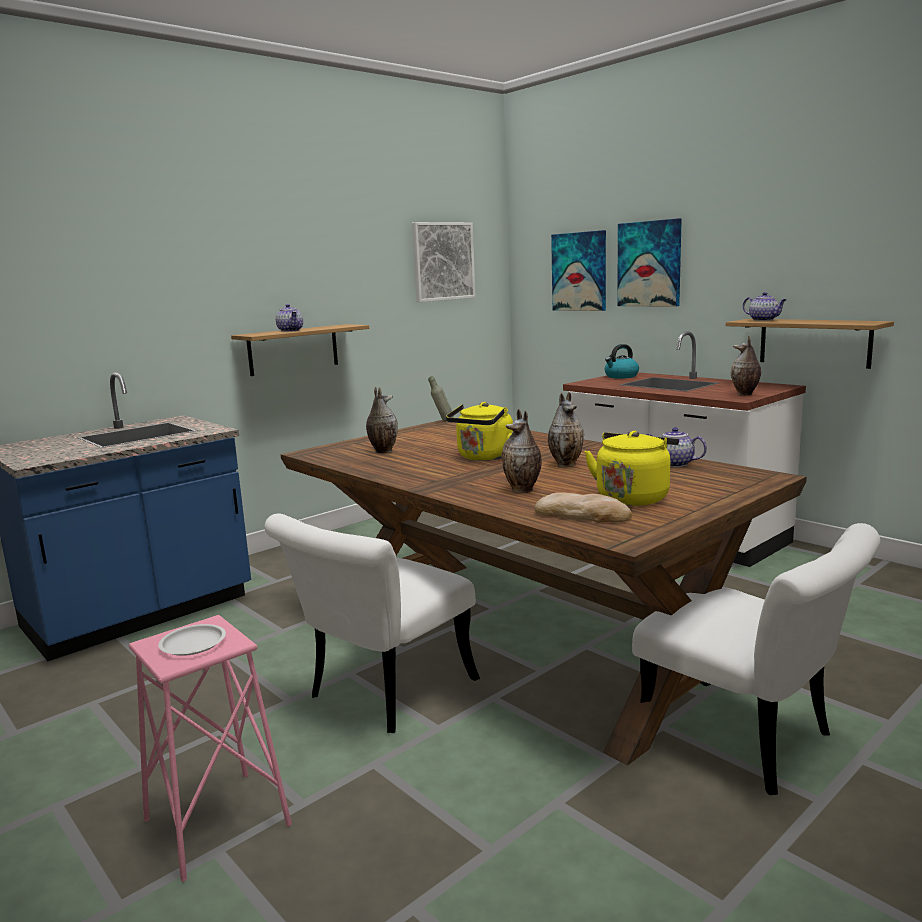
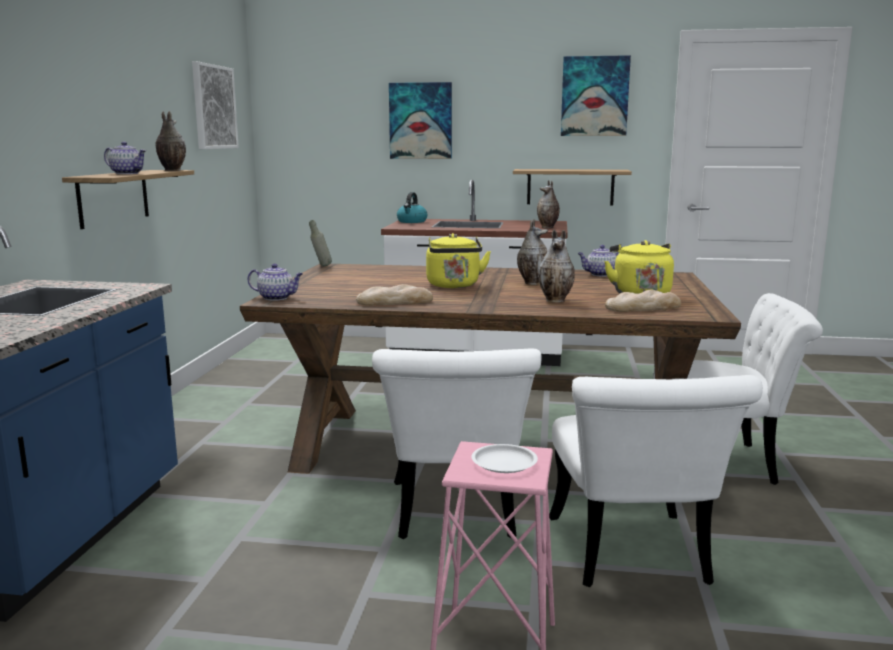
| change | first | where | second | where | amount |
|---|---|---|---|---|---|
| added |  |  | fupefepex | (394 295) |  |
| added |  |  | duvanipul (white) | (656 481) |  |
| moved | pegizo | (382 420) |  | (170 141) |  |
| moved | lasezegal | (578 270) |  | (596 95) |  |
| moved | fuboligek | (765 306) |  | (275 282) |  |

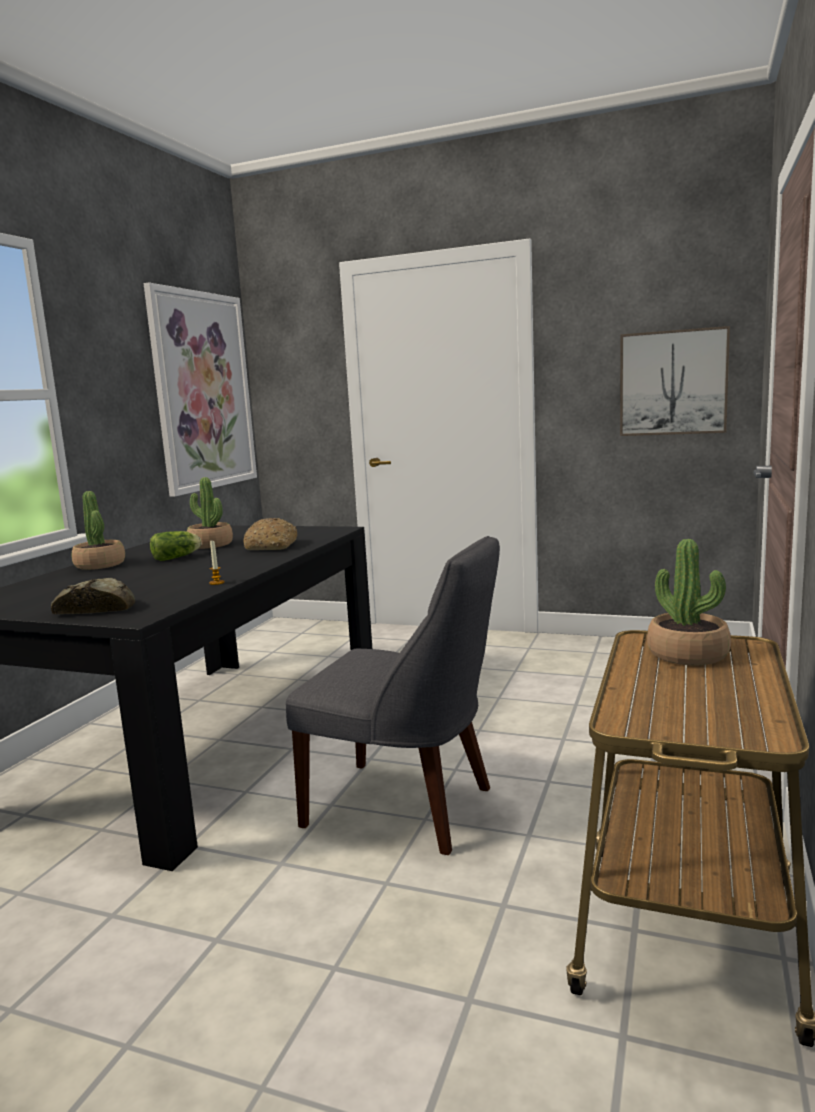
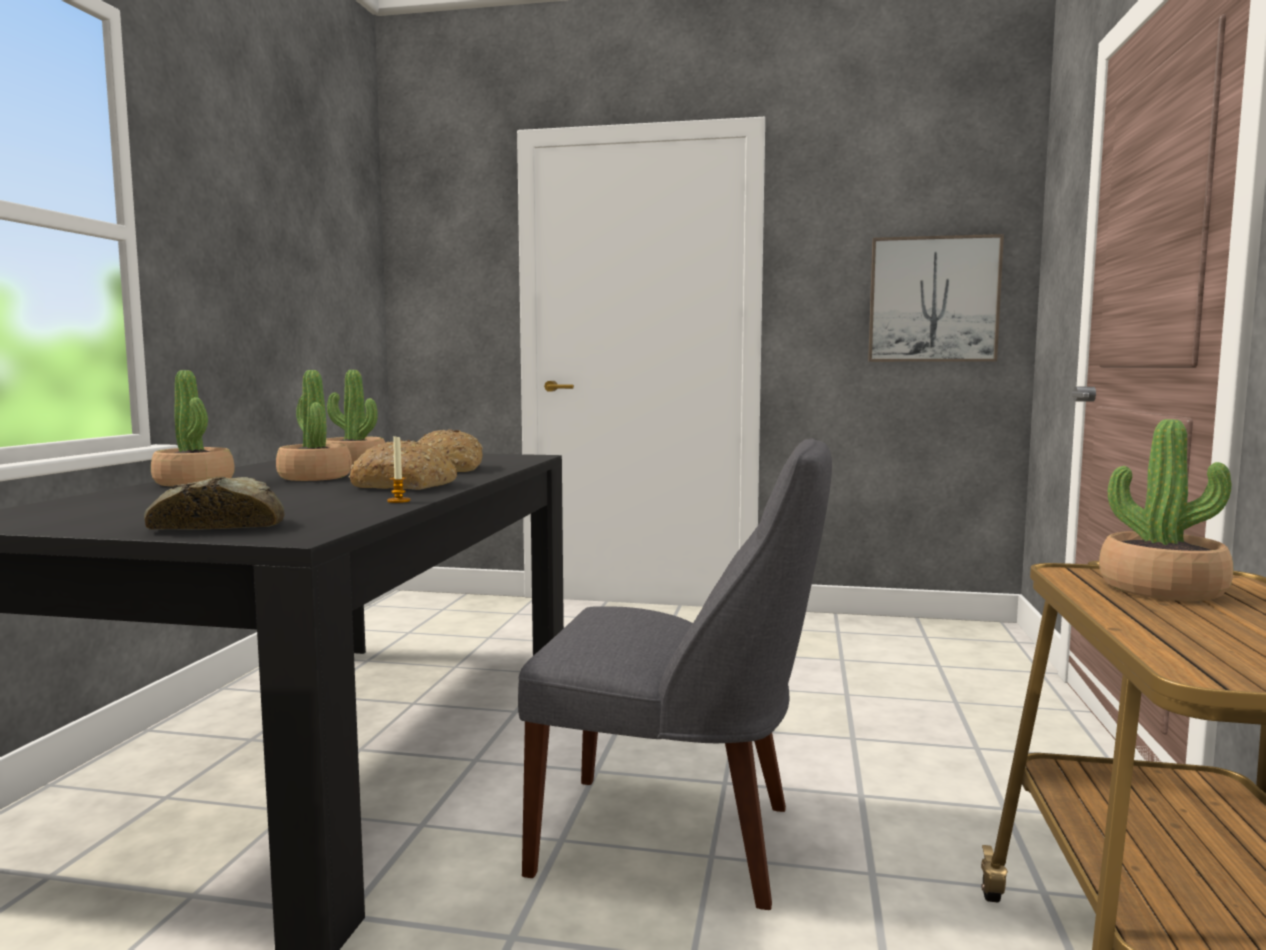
| change | first | where | second | where | amount |
|---|---|---|---|---|---|
| removed | lasezegal | (200 390) |  |  |  |
| added |  |  | fupefepex | (402 465) |  |
| replaced | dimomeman | (176 546) | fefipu | (314 425) |  |

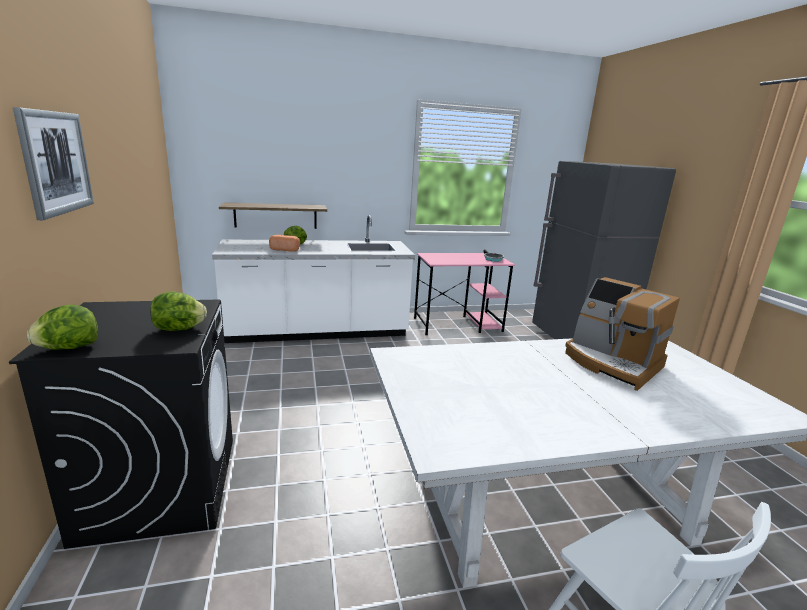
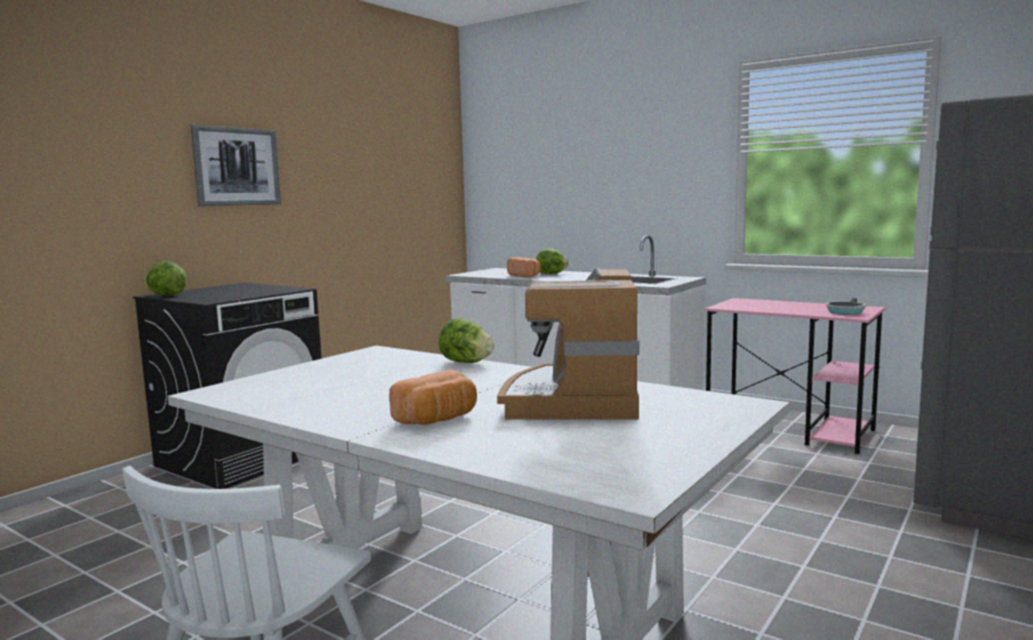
| change | first | where | second | where | amount |
|---|---|---|---|---|---|
| removed | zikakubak | (273 216) |  |  |  |
| added |  |  | fupefepex | (433 397) |  |
| moved | dimomeman | (178 311) |  | (466 340) |  |

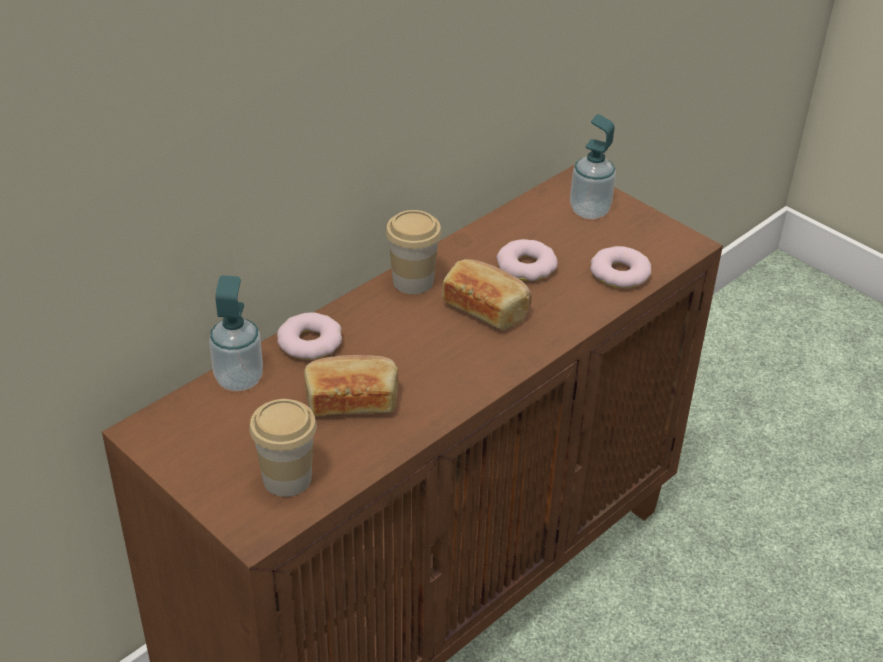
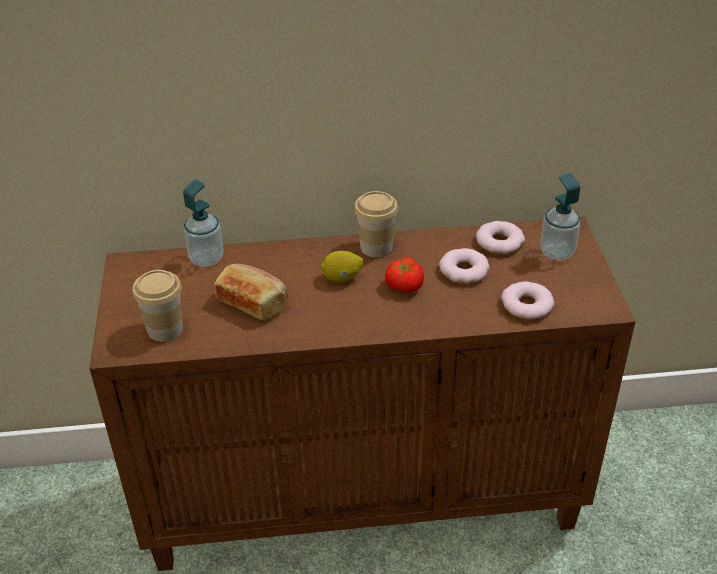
| change | first | where | second | where | amount |
|---|---|---|---|---|---|
| added |  |  | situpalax | (342 266) |  |
| moved | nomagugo | (309 336) |  | (500 237) |  |
| replaced | fupefepex | (487 294) | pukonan | (404 274) |  |

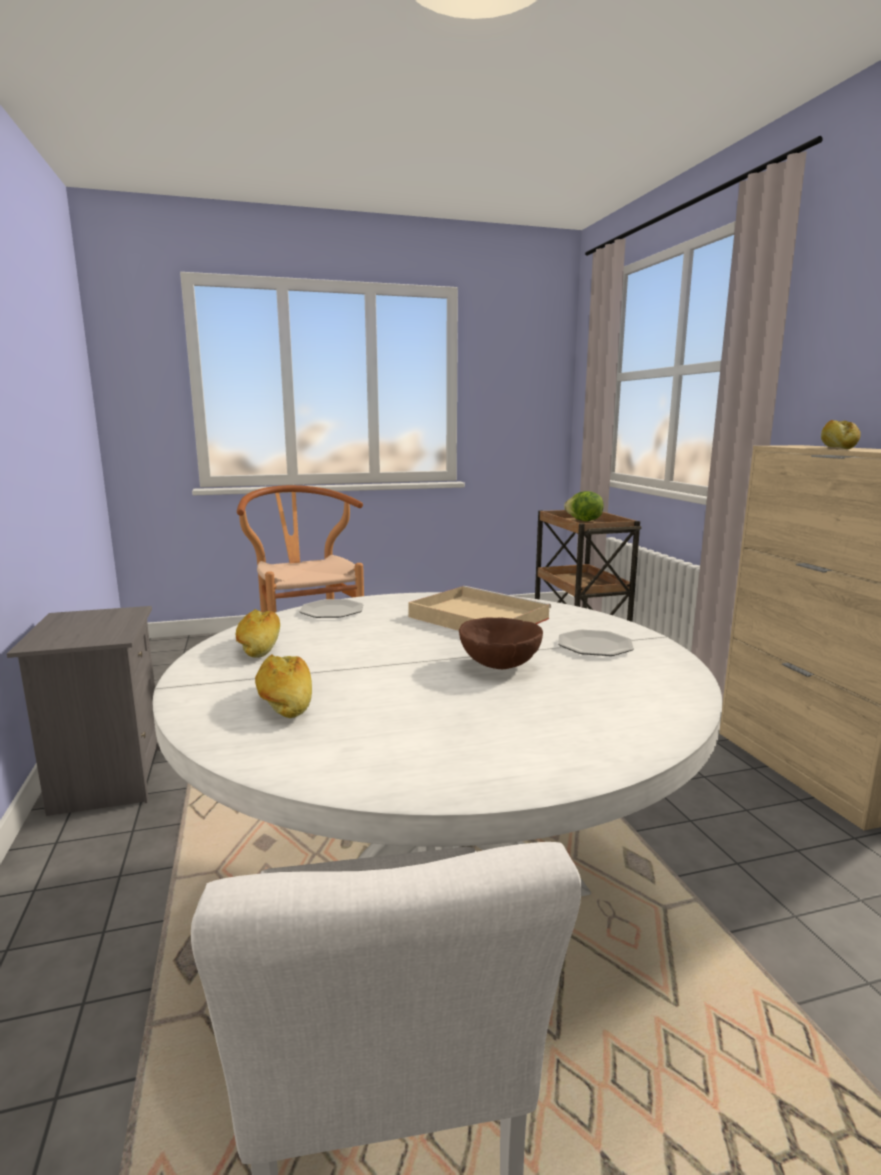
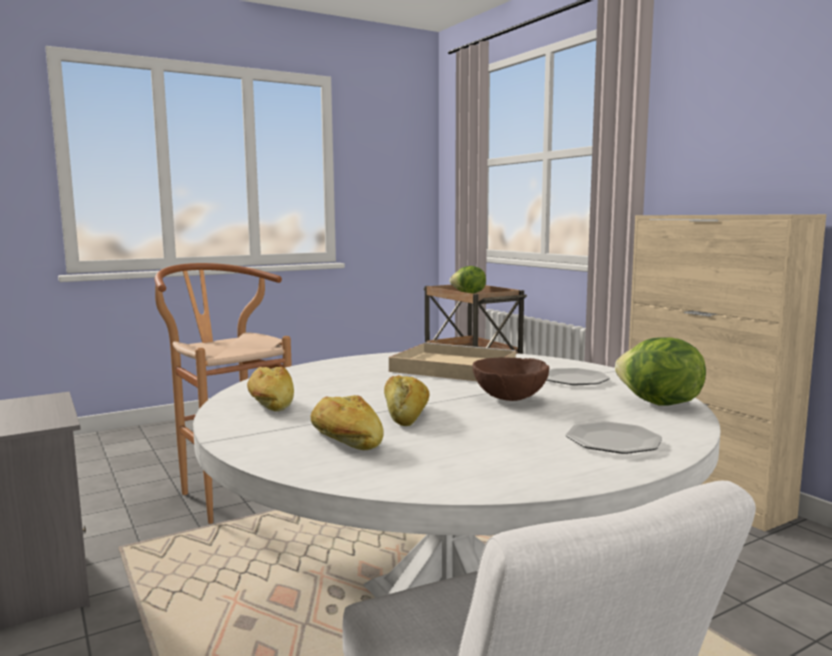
| change | first | where | second | where | amount |
|---|---|---|---|---|---|
| added |  |  | dimomeman | (660 371) |  |
| moved | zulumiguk | (331 608) |  | (614 437) |  |
| moved | fupefepex | (841 434) |  | (406 400) |  |

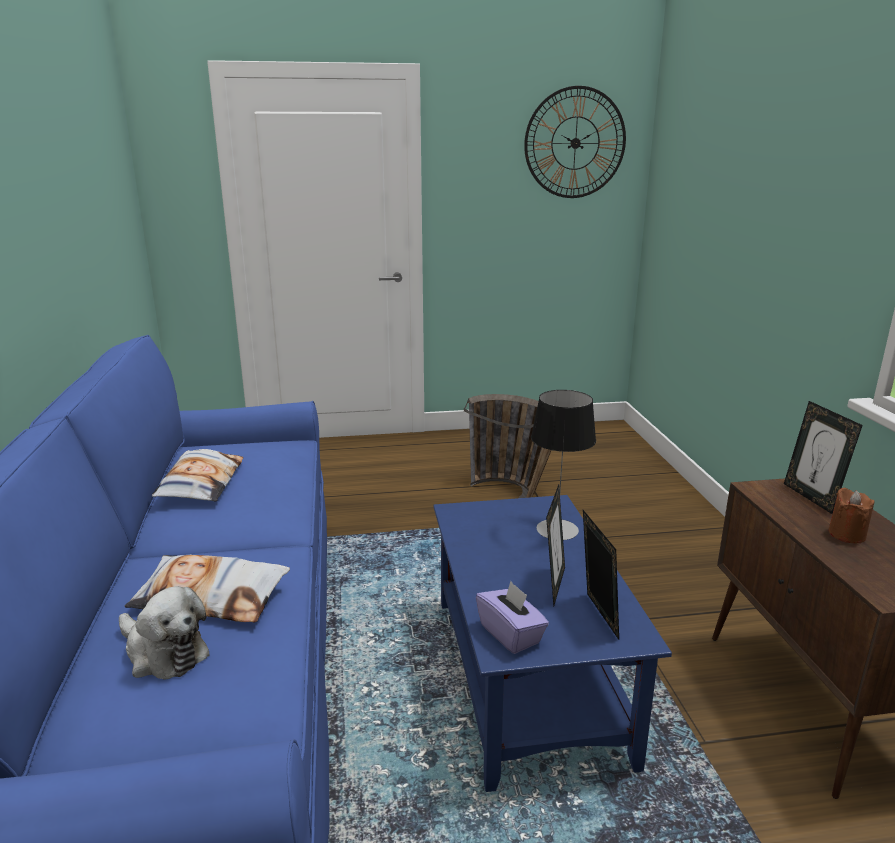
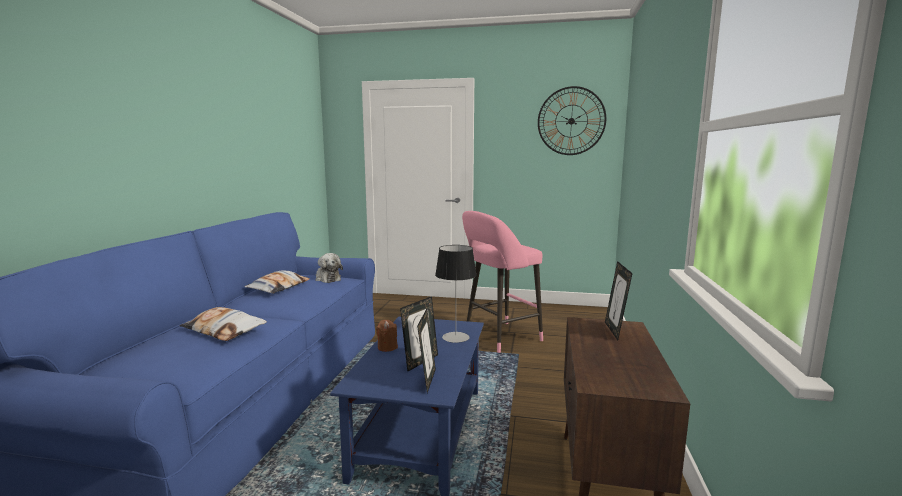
| change | first | where | second | where | amount |
|---|---|---|---|---|---|
| removed | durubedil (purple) | (512 617) |  |  |  |
| moved | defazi | (164 633) |  | (329 268) |  |
| moved | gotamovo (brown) | (851 515) |  | (387 336) |  |
| replaced | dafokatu | (507 446) | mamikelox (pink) | (502 282) |  |

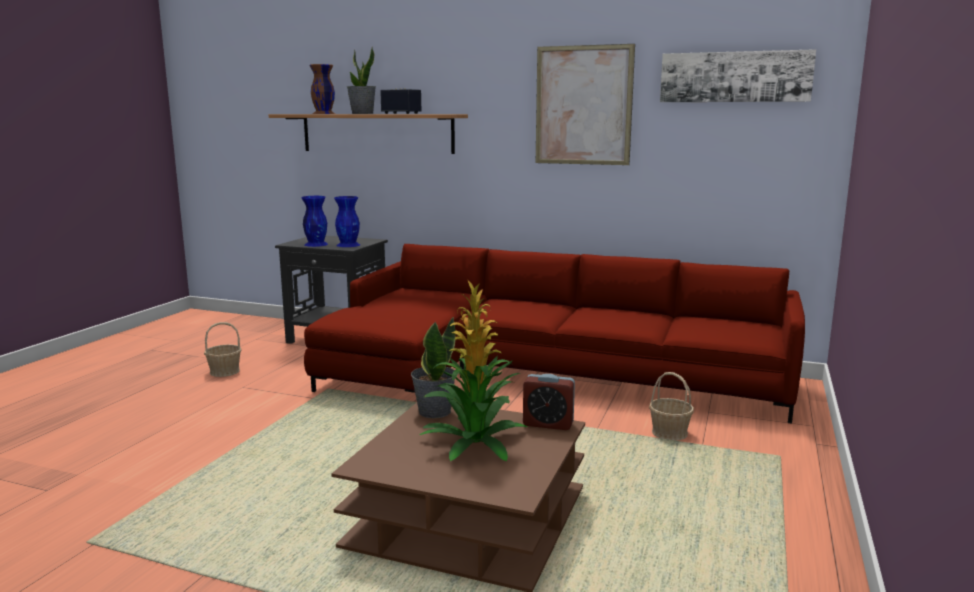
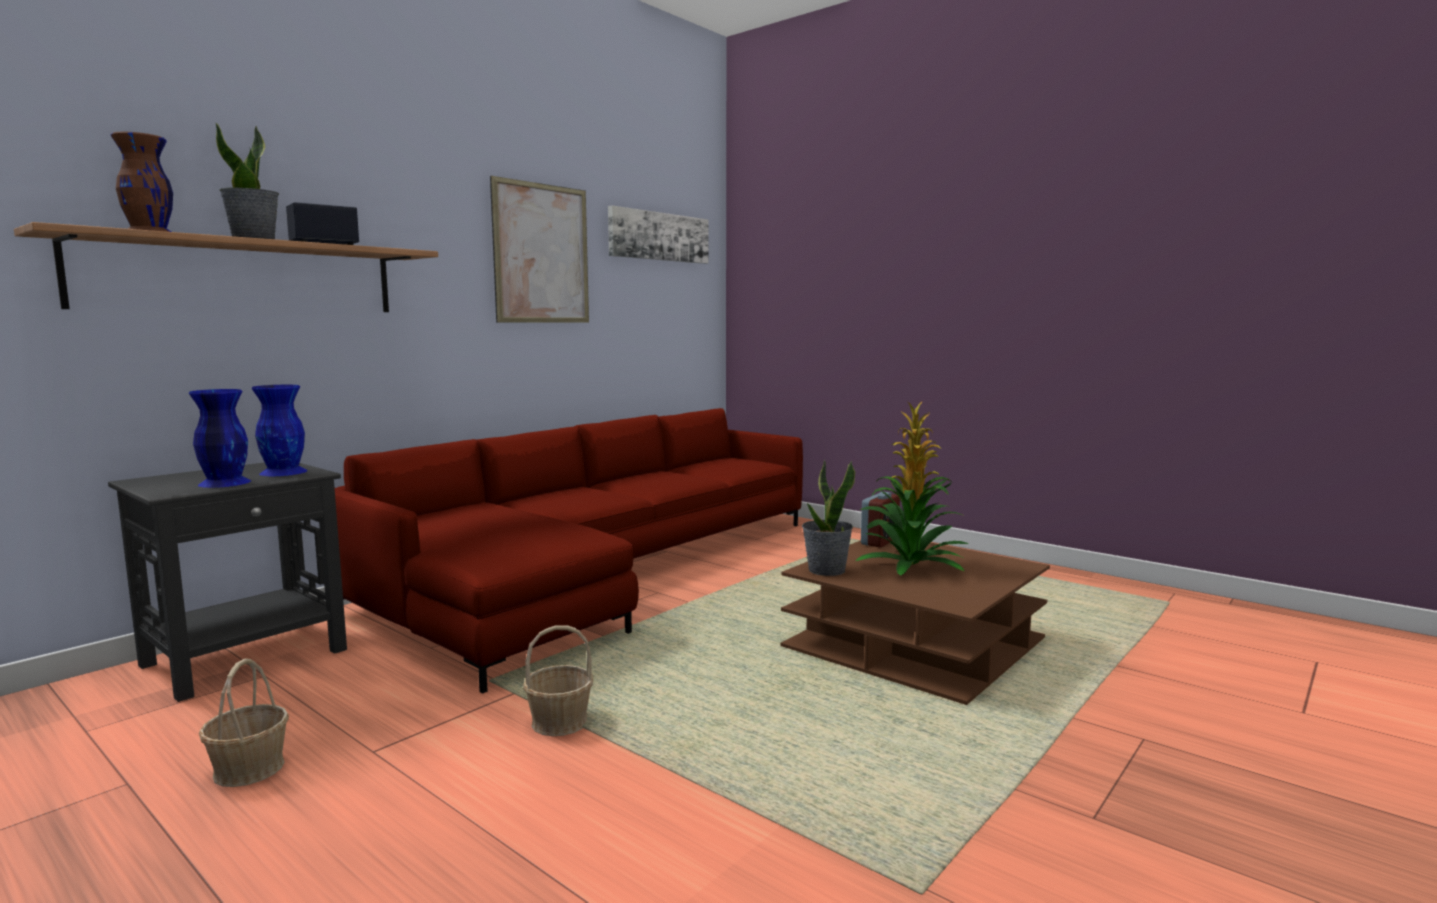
| change | first | where | second | where | amount |
|---|---|---|---|---|---|
| moved | dafokatu | (671 406) |  | (558 680) |  |

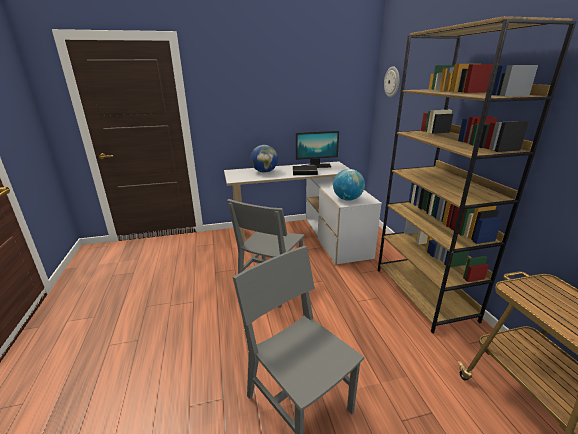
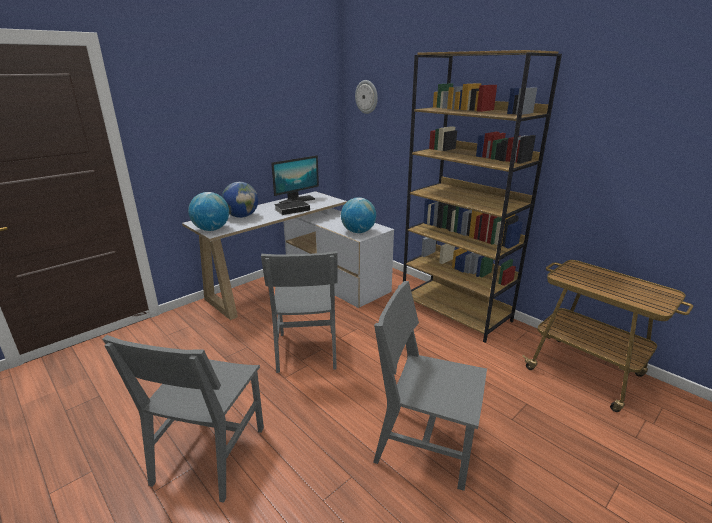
| change | first | where | second | where | amount |
|---|---|---|---|---|---|
| added |  |  | duvanipul (grey) | (183 419) |  |
| added |  |  | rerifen | (208 211) |  |

